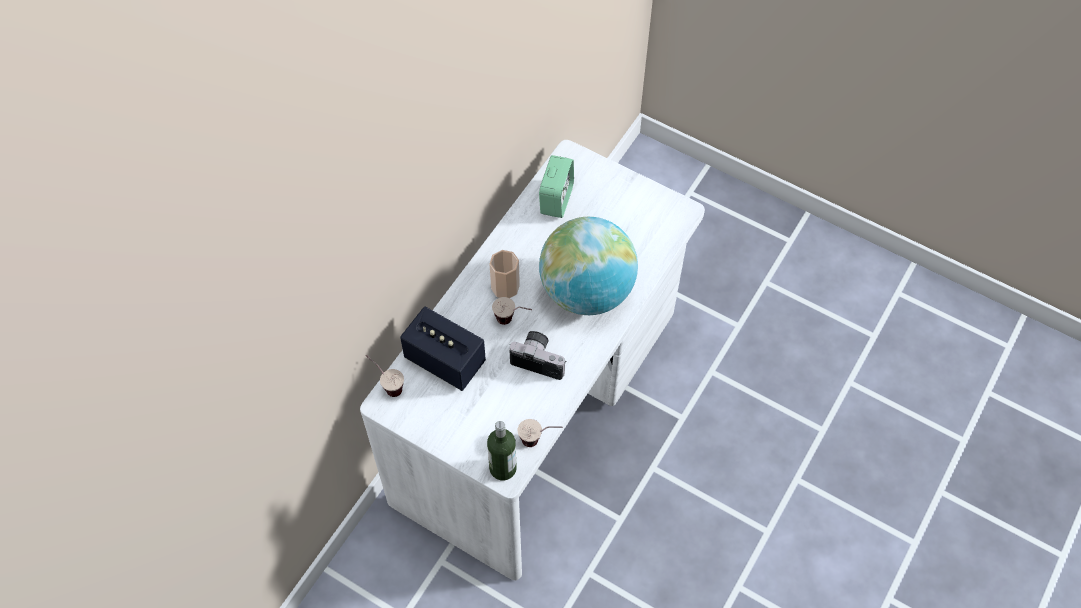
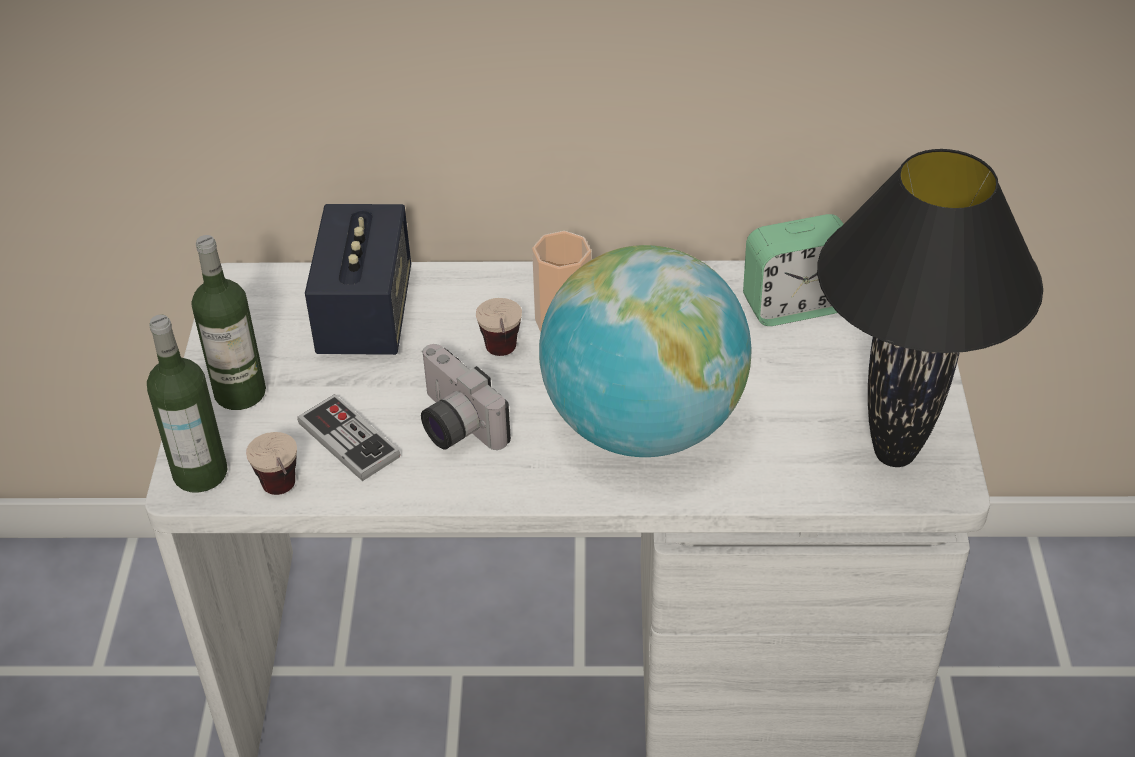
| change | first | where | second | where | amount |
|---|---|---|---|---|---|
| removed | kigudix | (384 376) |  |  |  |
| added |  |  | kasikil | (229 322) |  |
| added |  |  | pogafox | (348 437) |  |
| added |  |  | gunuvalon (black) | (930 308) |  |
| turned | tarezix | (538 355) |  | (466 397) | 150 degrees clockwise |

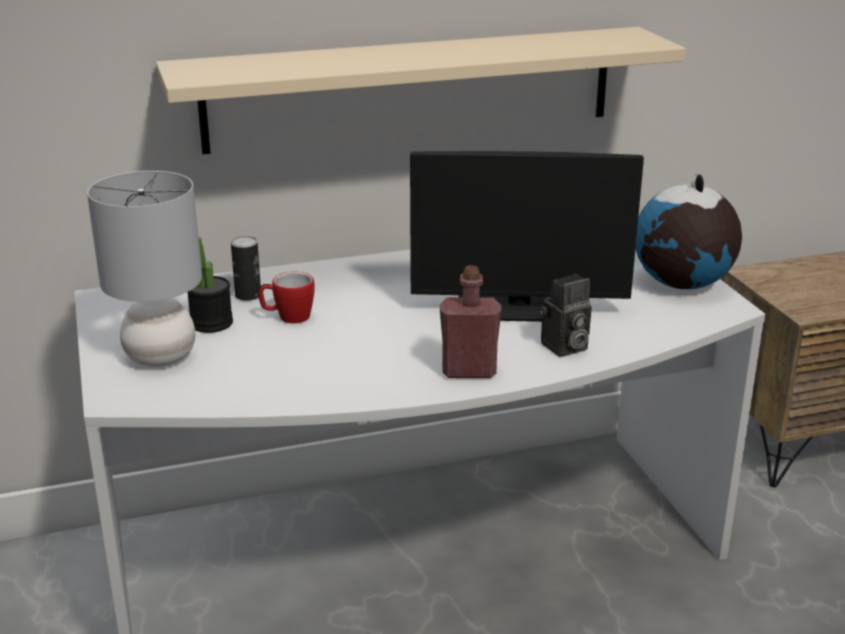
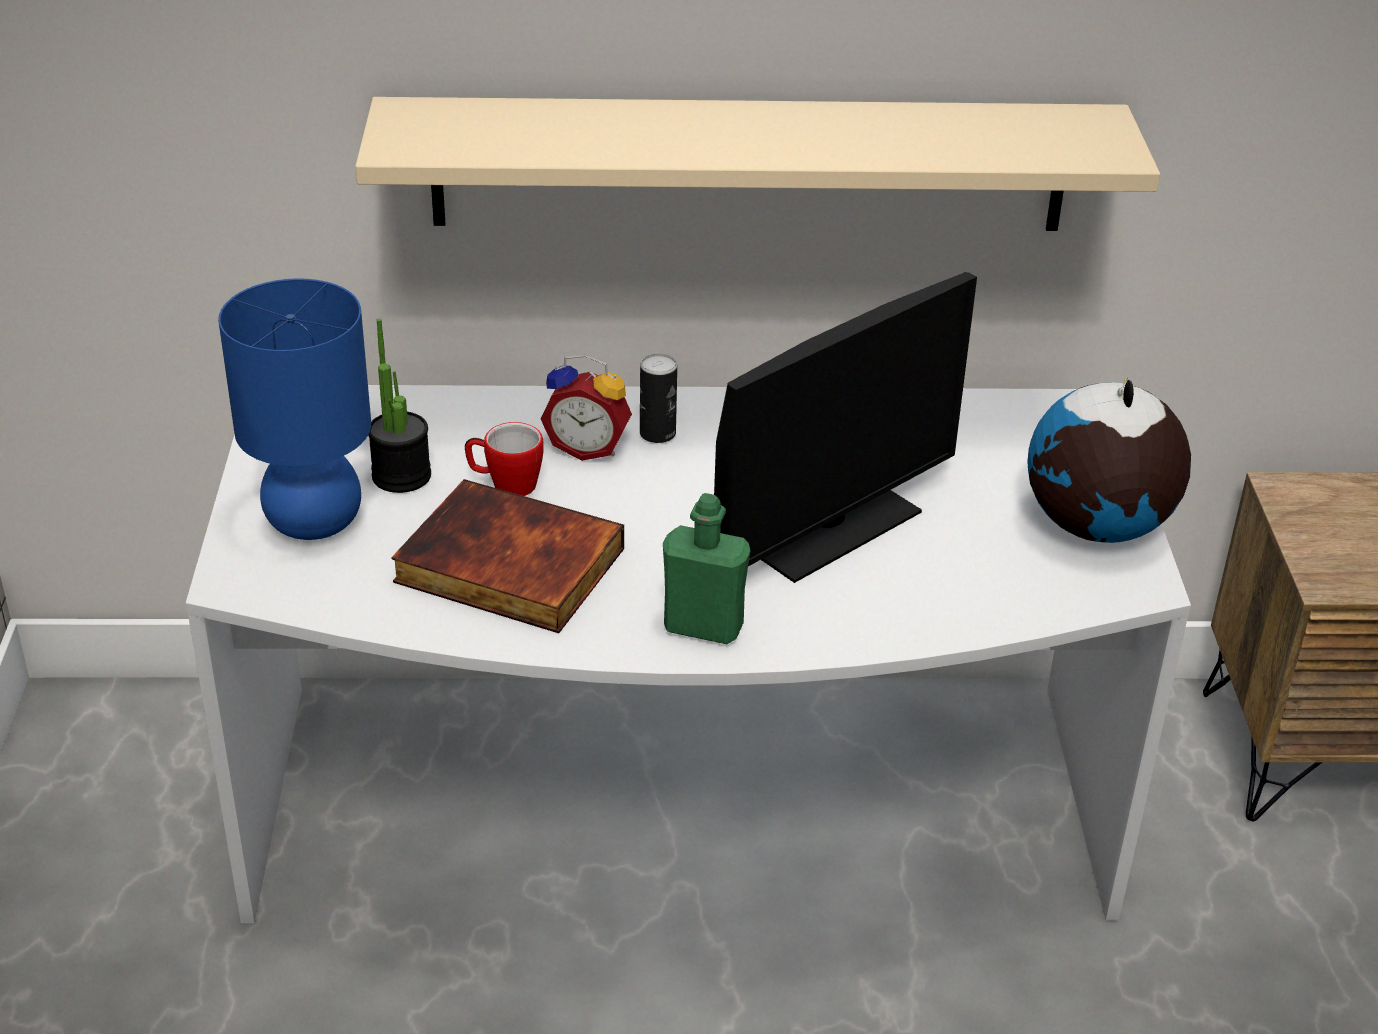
| change | first | where | second | where | amount |
|---|---|---|---|---|---|
| removed | tarezix | (565 315) |  |  |  |
| added |  |  | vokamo | (507 556) |  |
| added |  |  | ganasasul | (586 408) |  |
| moved | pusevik | (246 268) |  | (658 398) |  |
| recoloured | gunuvalon (grey) | (144 269) | gunuvalon (blue) | (294 409) |  |
| recoloured | kasikil (red) | (471 322) | kasikil (green) | (706 568) |  |
| turned | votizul | (527 236) |  | (845 427) | 60 degrees counterclockwise |

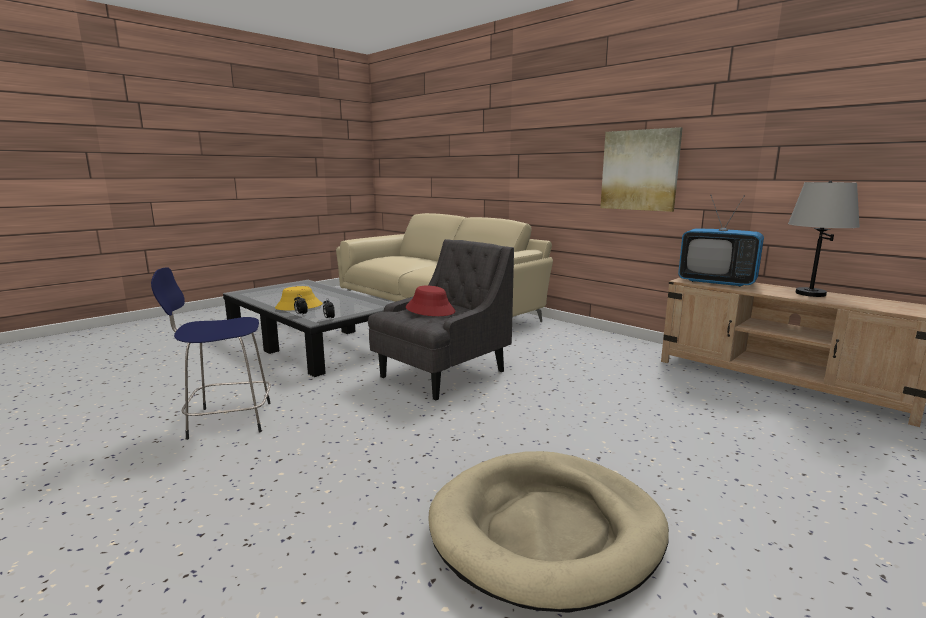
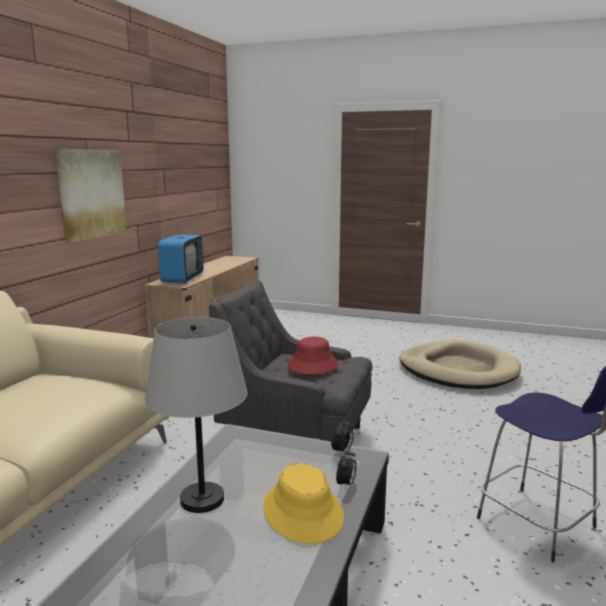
| change | first | where | second | where | amount |
|---|---|---|---|---|---|
| moved | gunuvalon (grey) | (824 239) |  | (196 415) |  |

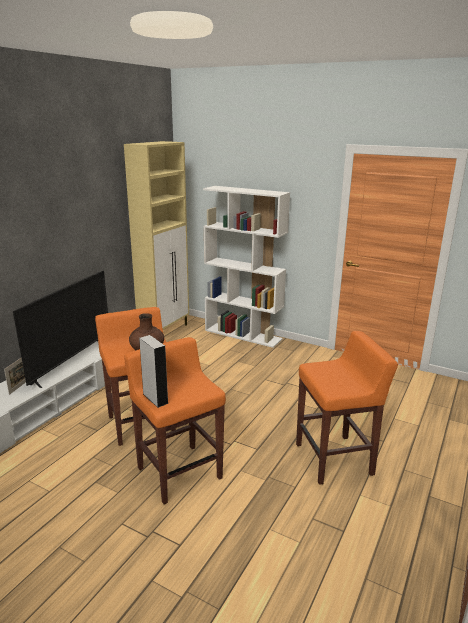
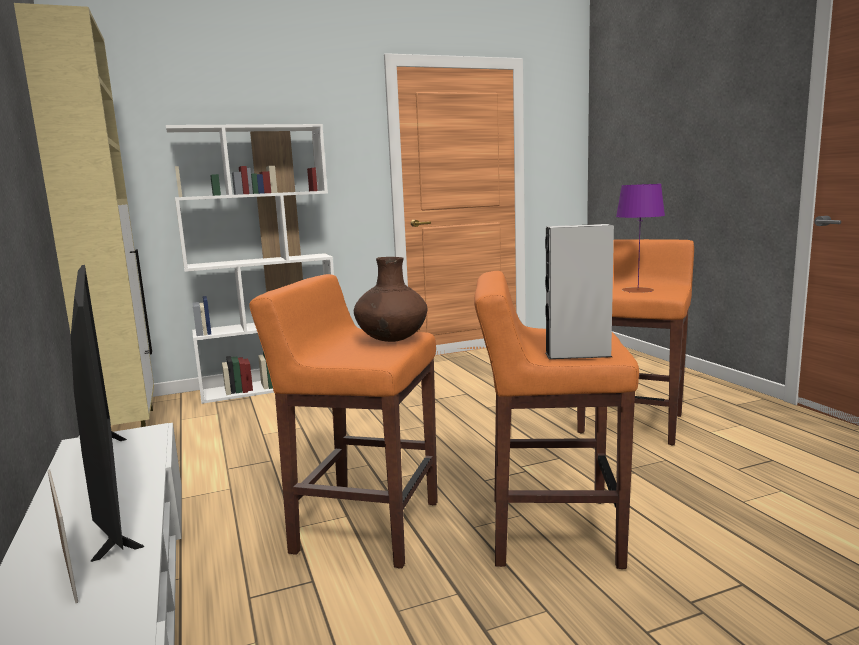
| change | first | where | second | where | amount |
|---|---|---|---|---|---|
| added |  |  | gunuvalon (purple) | (640 238) |  |

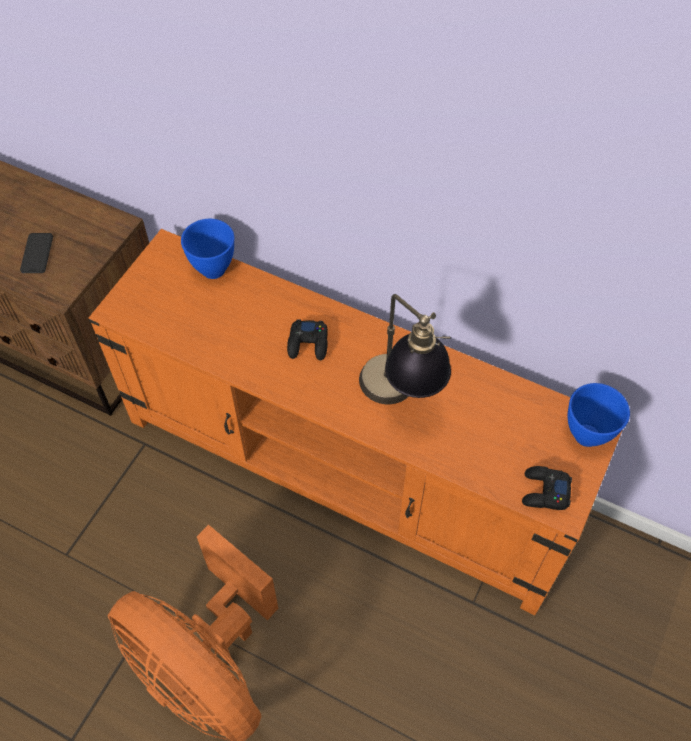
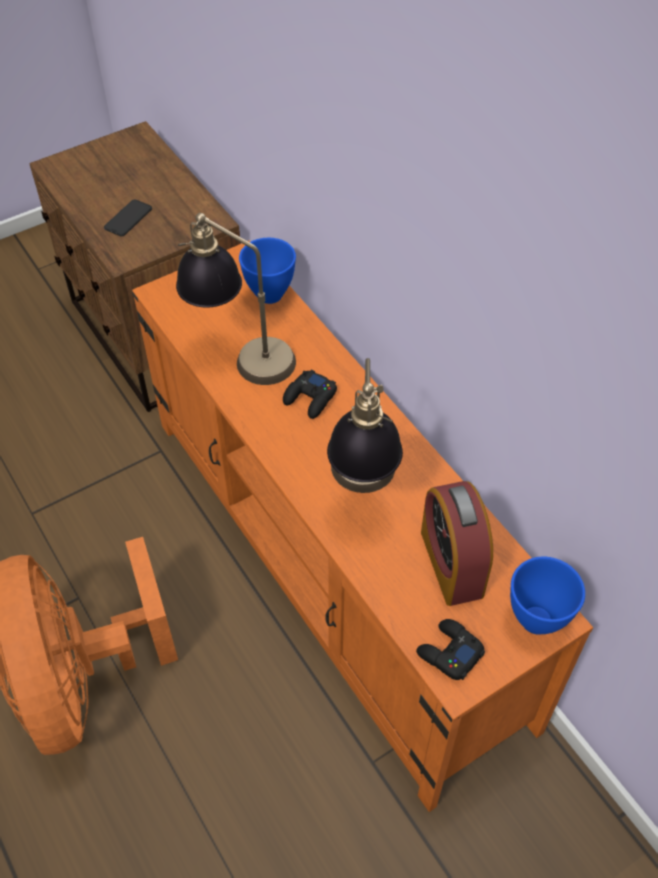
| change | first | where | second | where | amount |
|---|---|---|---|---|---|
| added |  |  | gunuvalon | (236 299) |  |
| added |  |  | ganasasul | (457 543) |  |

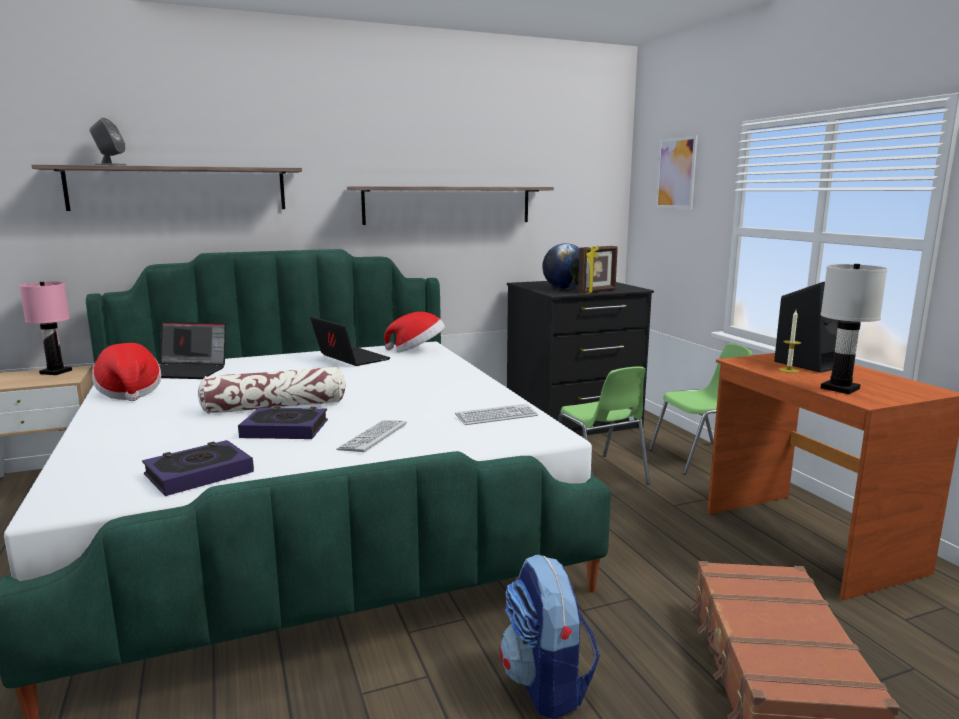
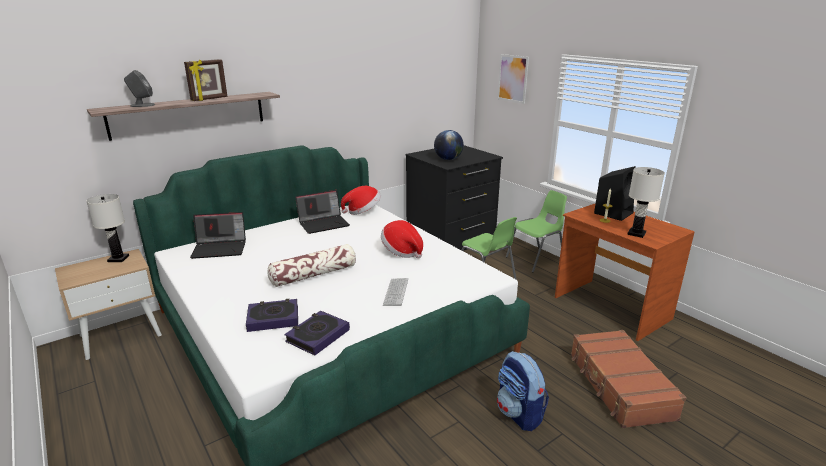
| change | first | where | second | where | amount |
|---|---|---|---|---|---|
| removed | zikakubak | (450 205) |  |  |  |
| removed | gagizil | (496 414) |  |  |  |
| moved | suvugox | (126 372) |  | (402 239) |  |
| moved | vokamo | (283 422) |  | (272 315) |  |
| moved | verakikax | (598 269) |  | (206 80) |  |
| recoloured | gunuvalon (pink) | (45 328) | gunuvalon (white) | (107 228) |  |
| turned | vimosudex | (350 341) |  | (322 212) | 120 degrees clockwise |

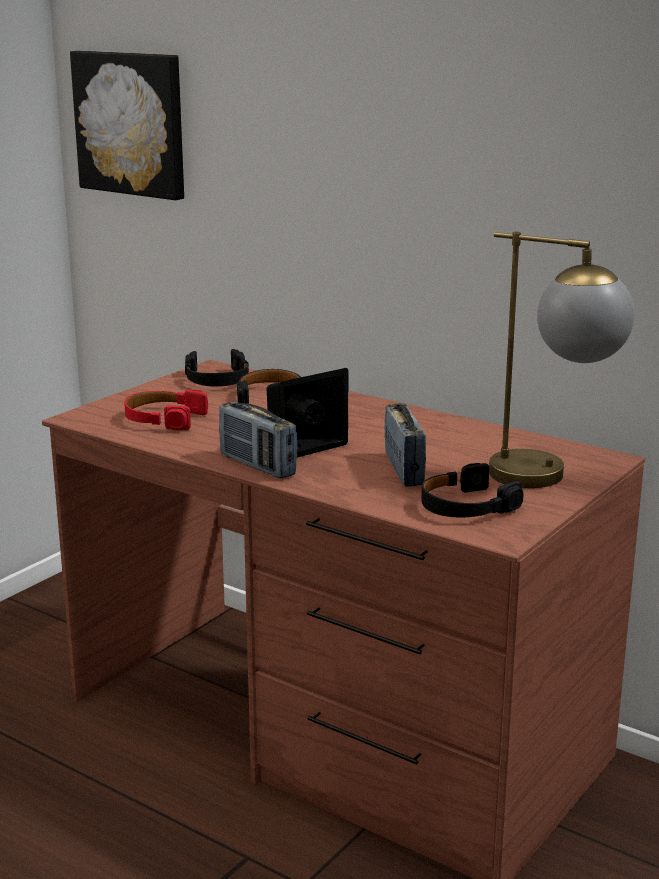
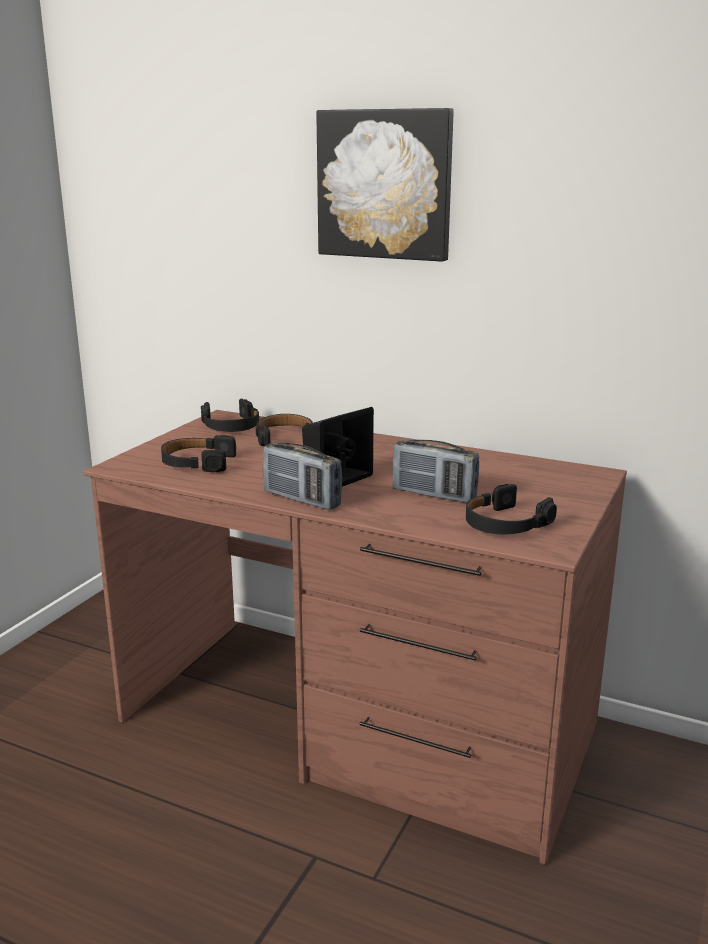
| change | first | where | second | where | amount |
|---|---|---|---|---|---|
| removed | gunuvalon | (562 360) |  |  |  |
| moved | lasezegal | (127 125) |  | (385 185) |  |
| recoloured | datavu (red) | (166 410) | datavu (black) | (198 453) |  |
| turned | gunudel | (405 445) |  | (435 471) | 135 degrees clockwise |

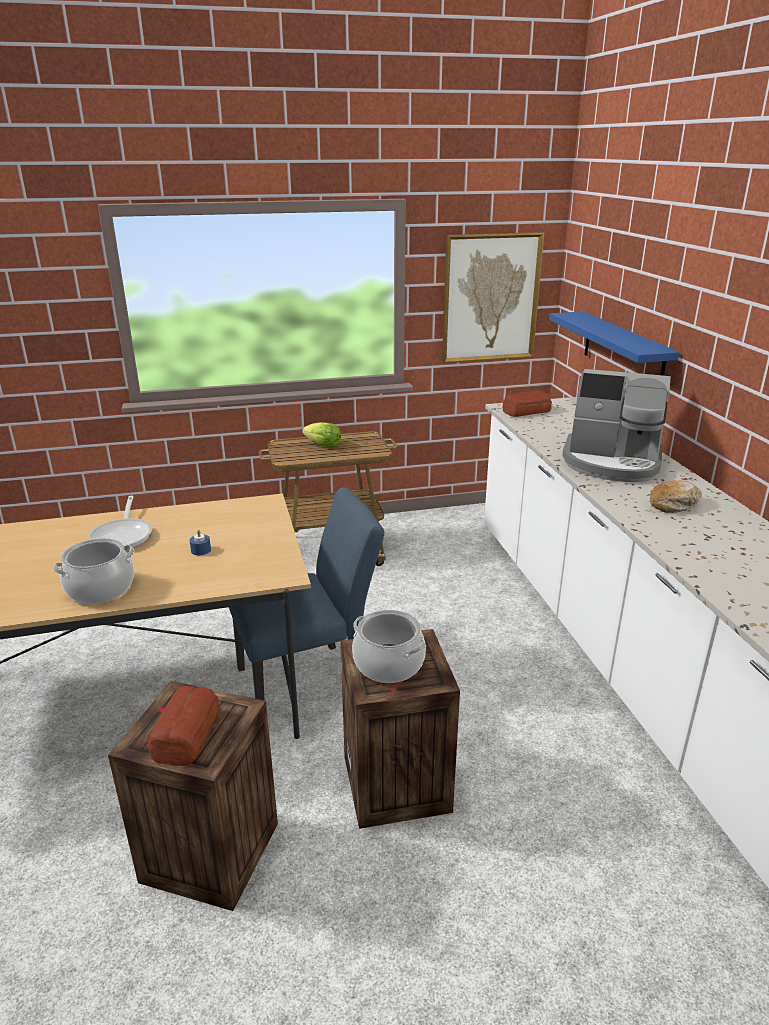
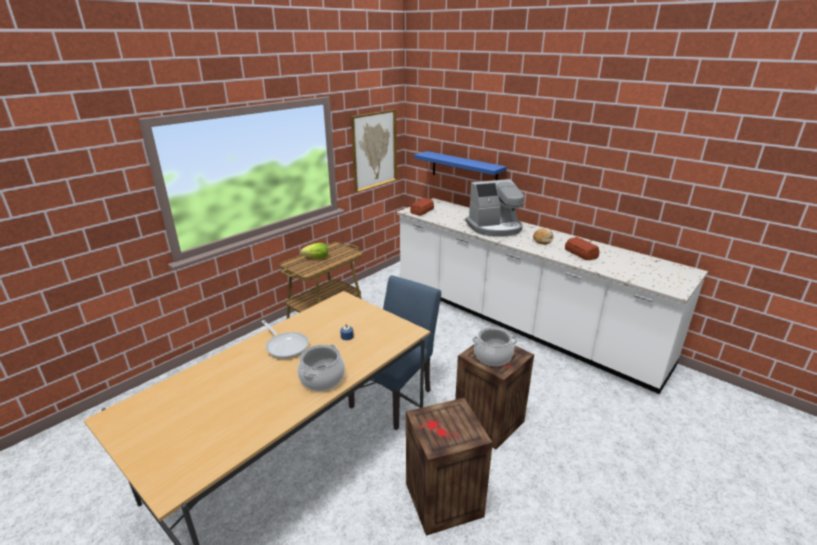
| change | first | where | second | where | amount |
|---|---|---|---|---|---|
| moved | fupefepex | (184 726) |  | (582 248) |  |

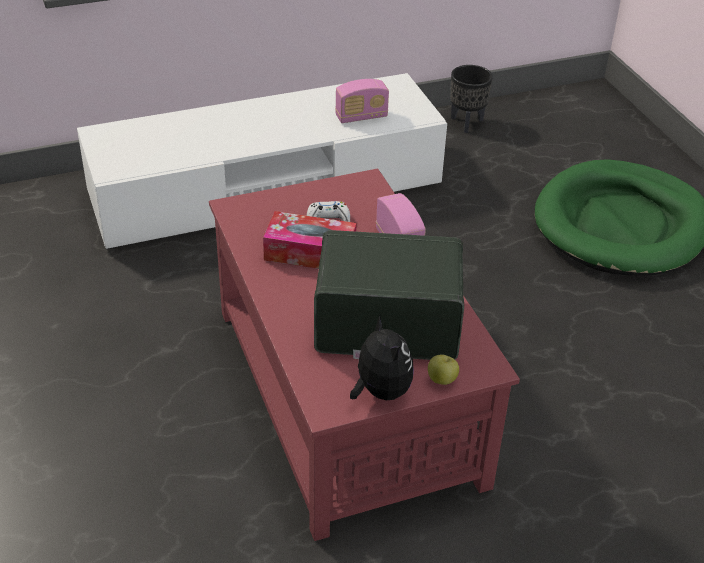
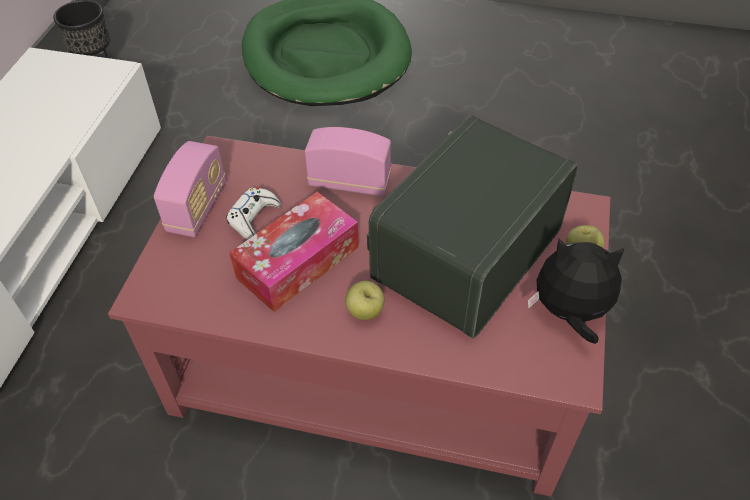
| change | first | where | second | where | amount |
|---|---|---|---|---|---|
| added |  |  | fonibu | (365 300) |  |
| moved | gunudel | (362 101) |  | (190 189) |  |

